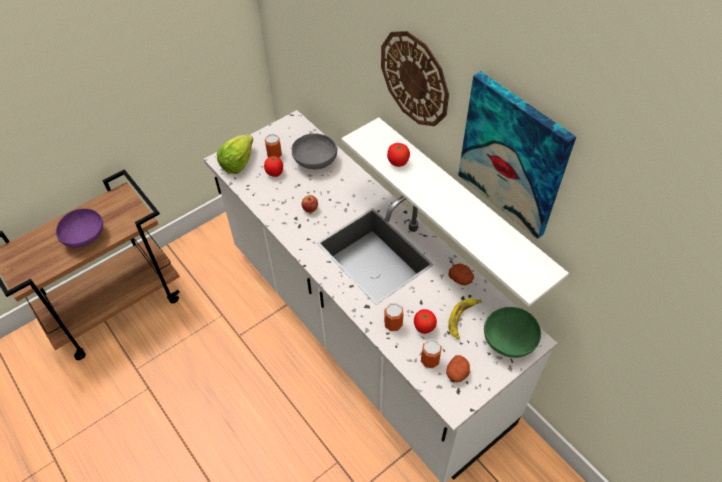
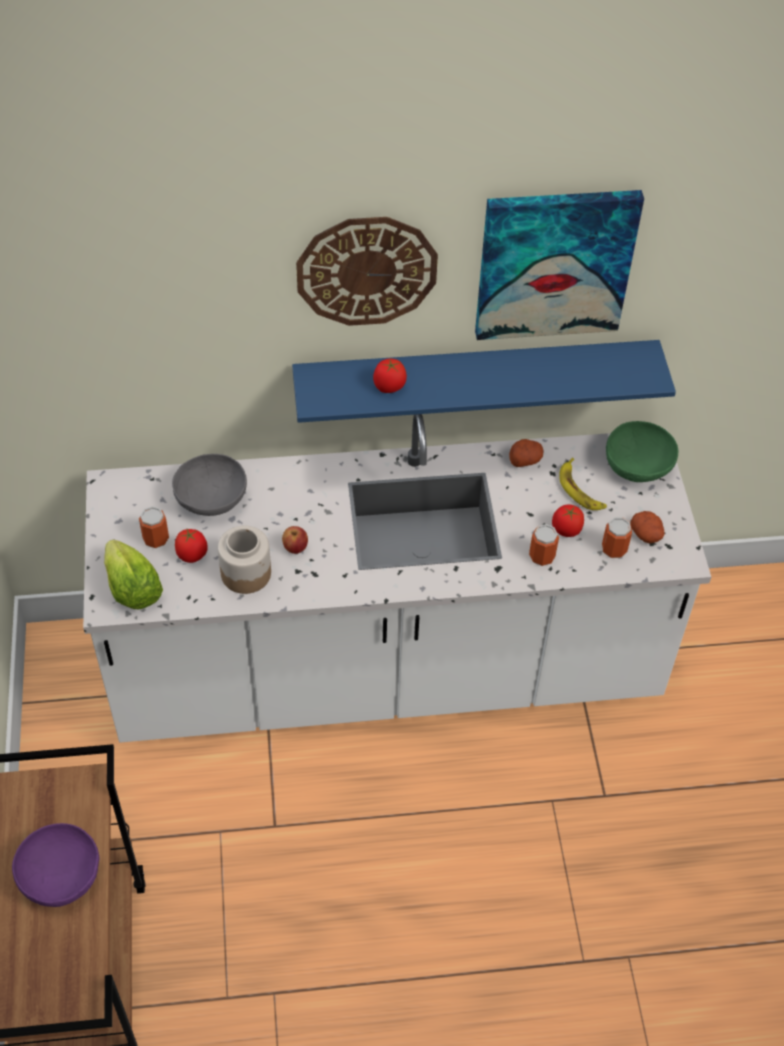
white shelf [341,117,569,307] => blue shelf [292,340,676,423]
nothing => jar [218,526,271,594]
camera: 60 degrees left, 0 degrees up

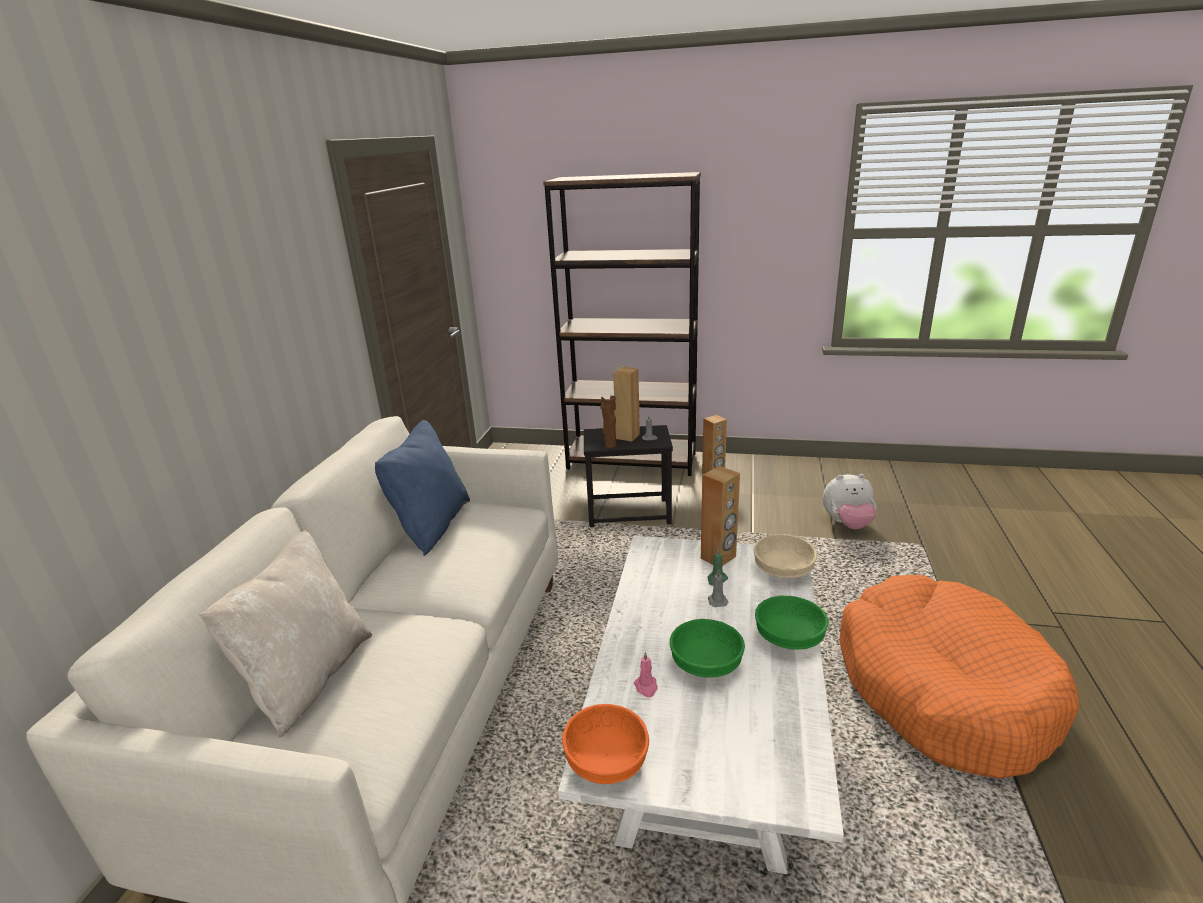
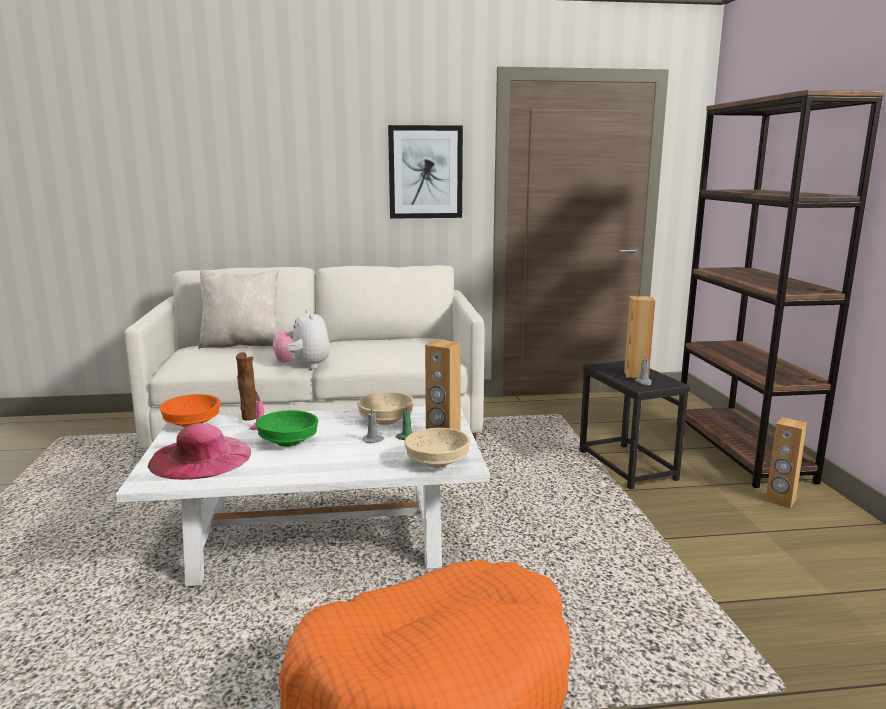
brown vase [600,395,617,448] => brown vase [236,352,258,420], move
blue pillow [375,420,470,556] => nothing
plush toy [823,474,877,529] => plush toy [273,309,330,369], move
green bowl [755,596,829,650] => nothing
nothing => picture [388,125,463,219]
nothing => beige bowl [357,392,414,425]
nothing => pink hat [148,423,251,480]
camera: 70 degrees right, 10 degrees down

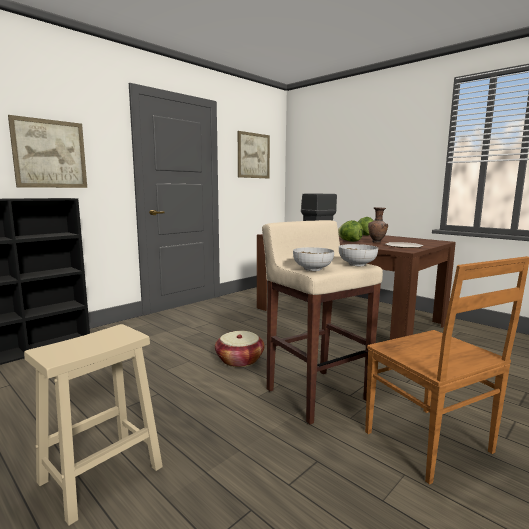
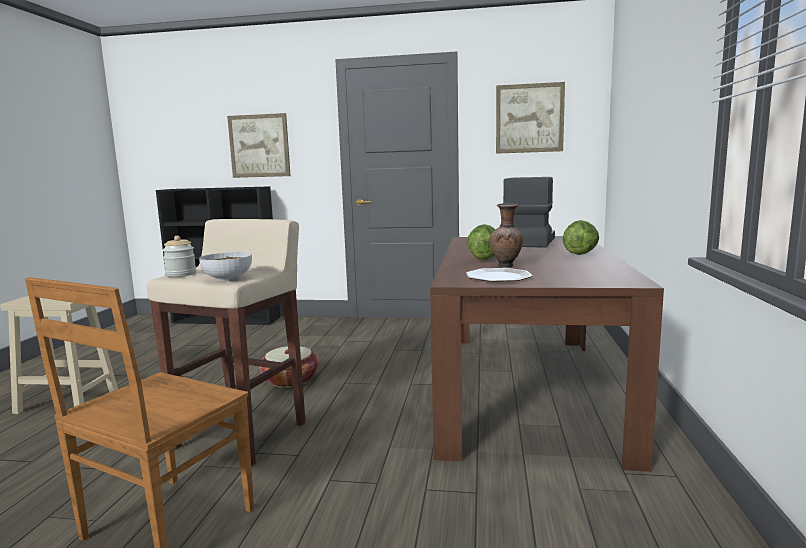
bowl [293,247,334,271] => jar [163,236,196,277]
camera: 55 degrees right, 0 degrees up

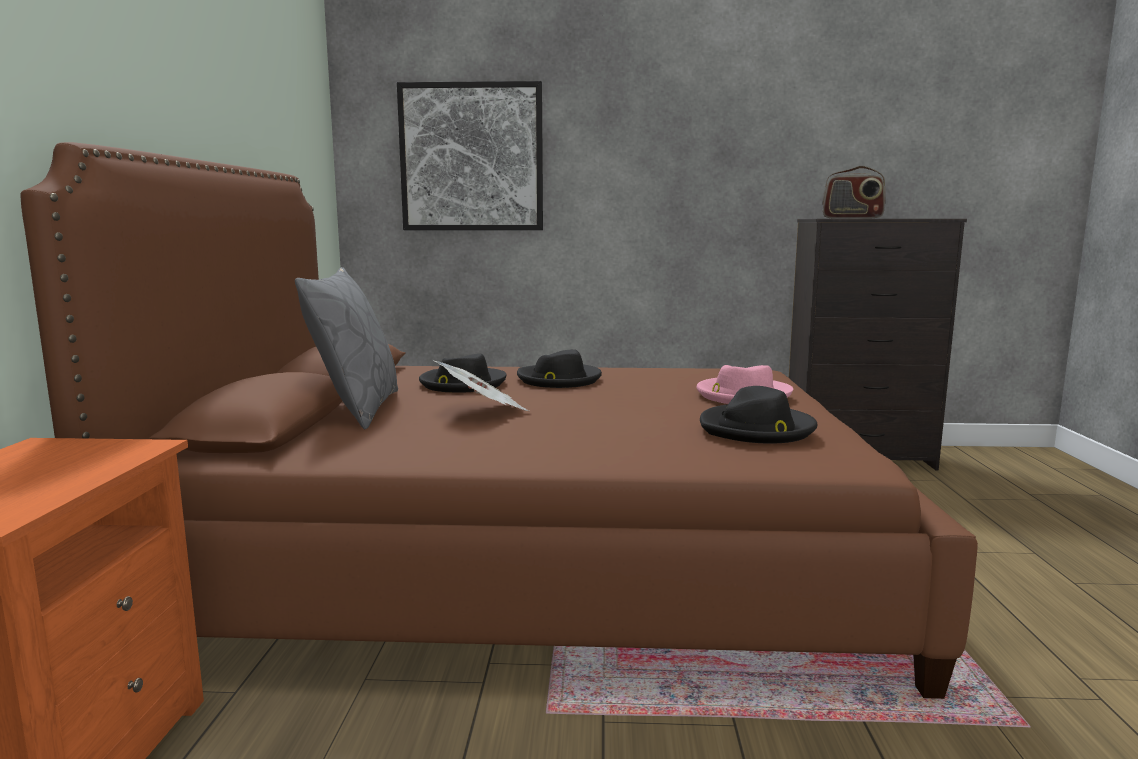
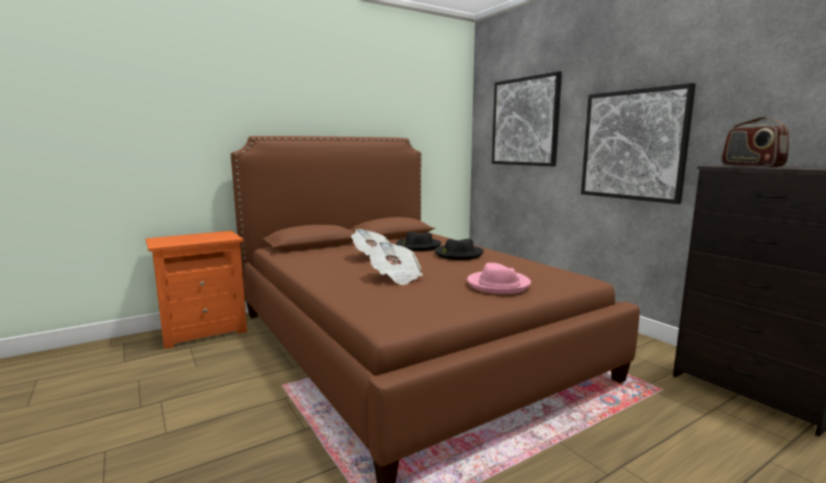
grey pillow [295,267,398,429] => nothing
black hat [700,386,817,443] => nothing
nothing => picture [581,83,696,204]
nothing => newspaper [369,242,423,285]
camera: 55 degrees right, 0 degrees up

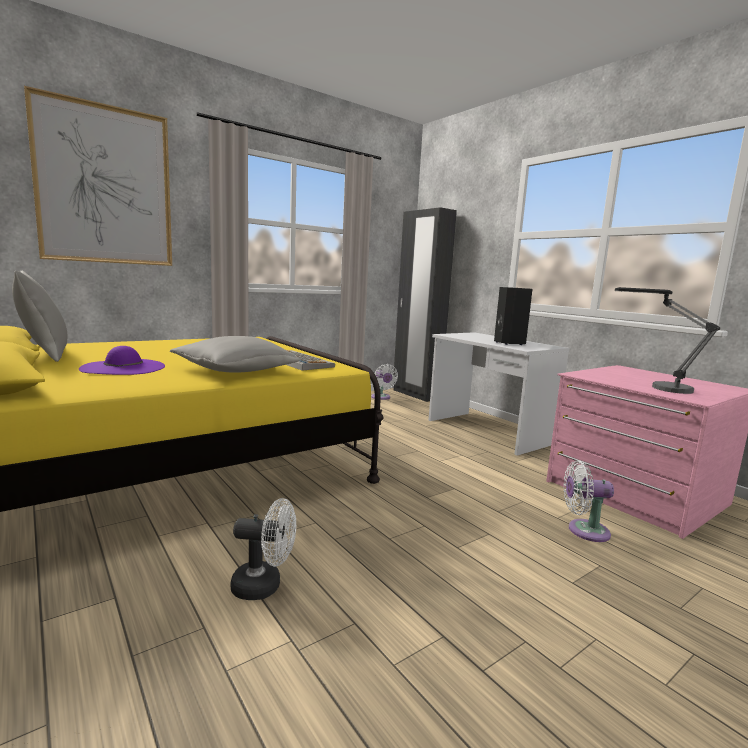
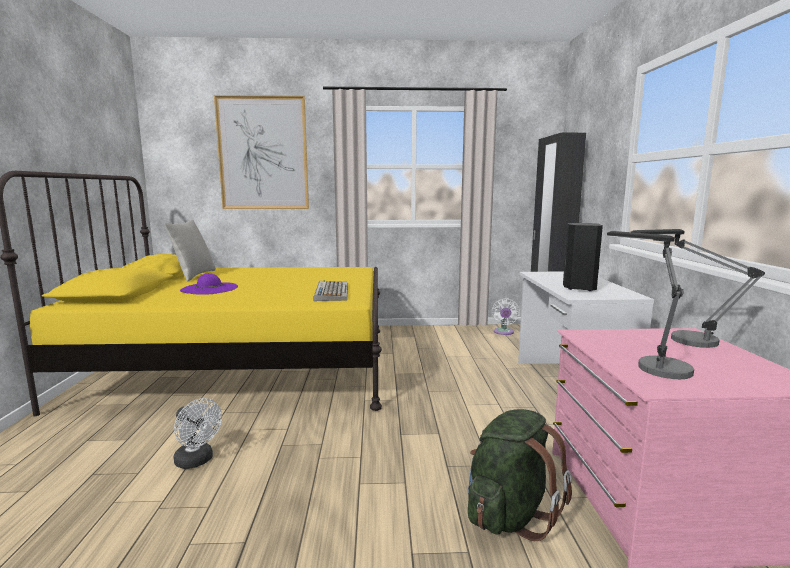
grey pillow [170,336,300,373] => nothing
white fan [563,461,614,542] => green backpack [468,409,572,541]
nothing => table lamp [631,229,765,348]
camera: 35 degrees right, 0 degrees up

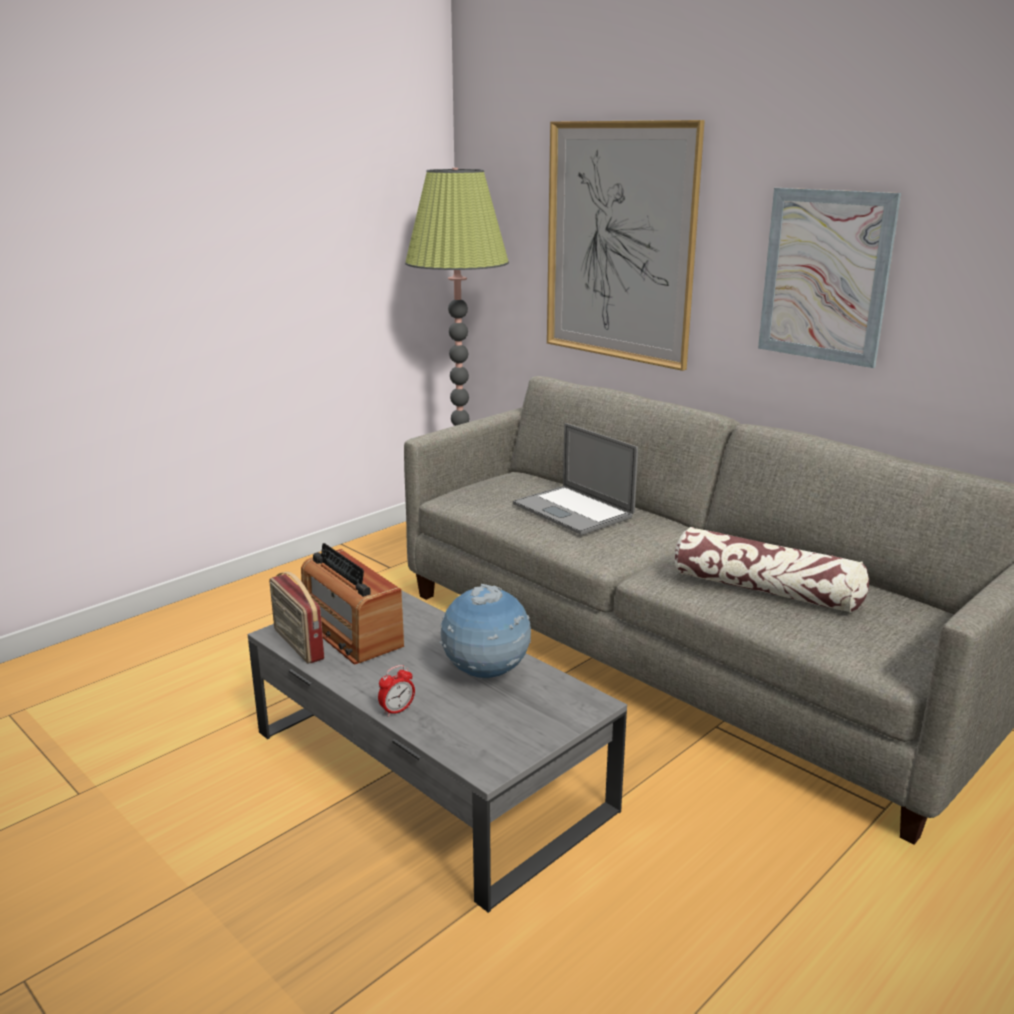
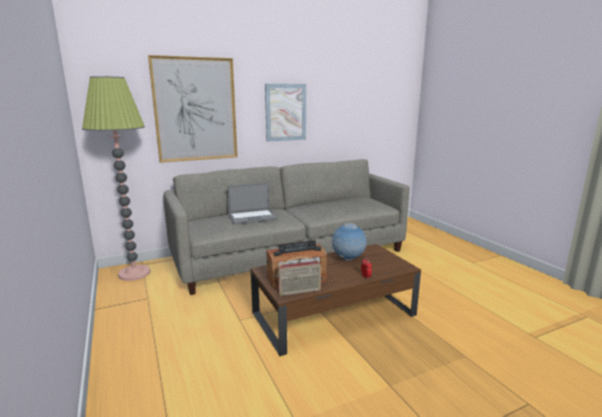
pillow [674,527,869,613] => nothing
grey coffee table [248,591,627,913] => brown coffee table [250,244,421,356]
camera: 70 degrees left, 5 degrees down

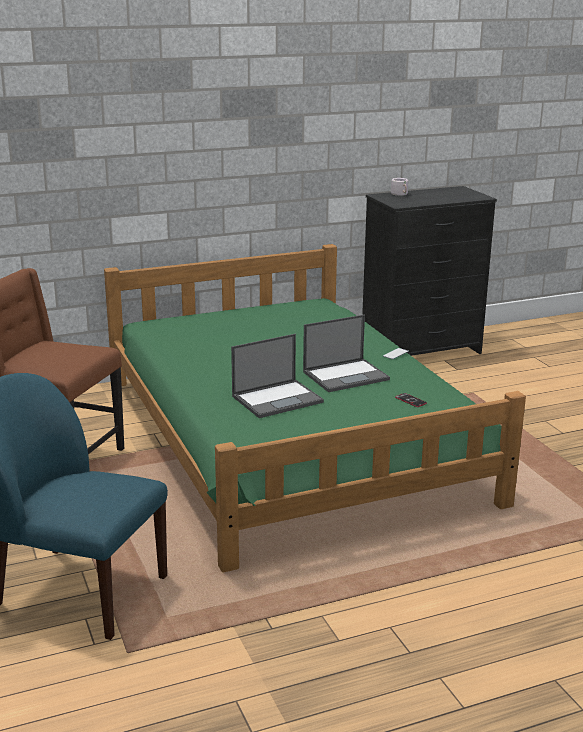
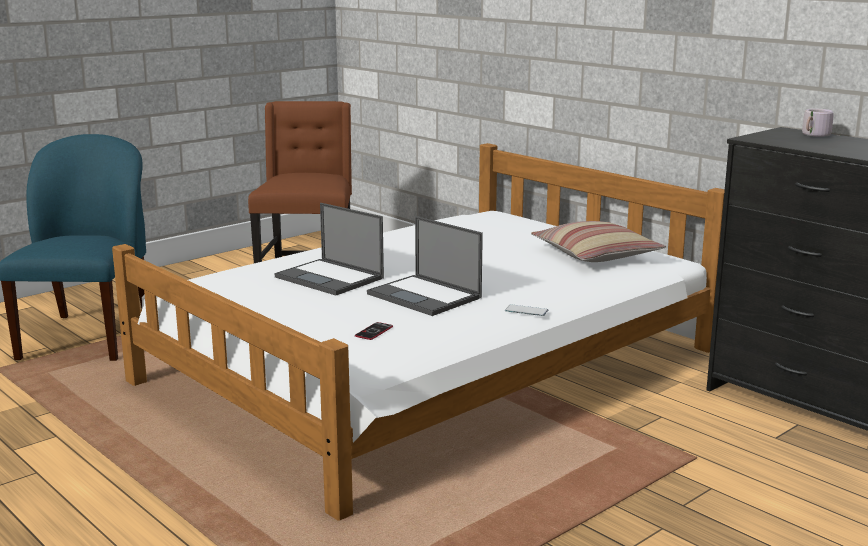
green bed [104,244,526,572] => white bed [112,143,725,521]
nothing => pillow [531,221,666,262]
camera: 70 degrees right, 5 degrees down

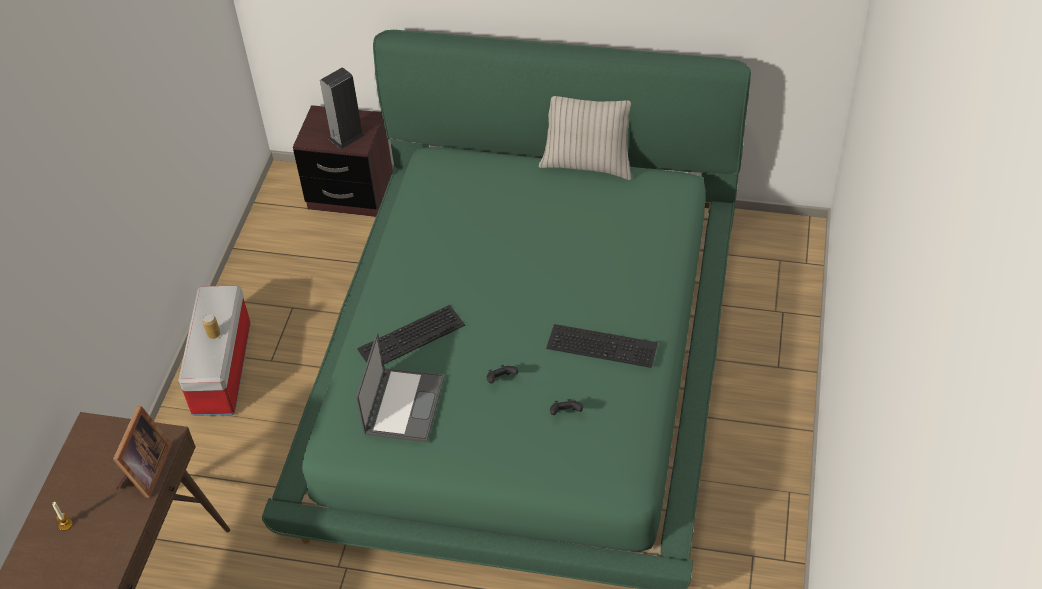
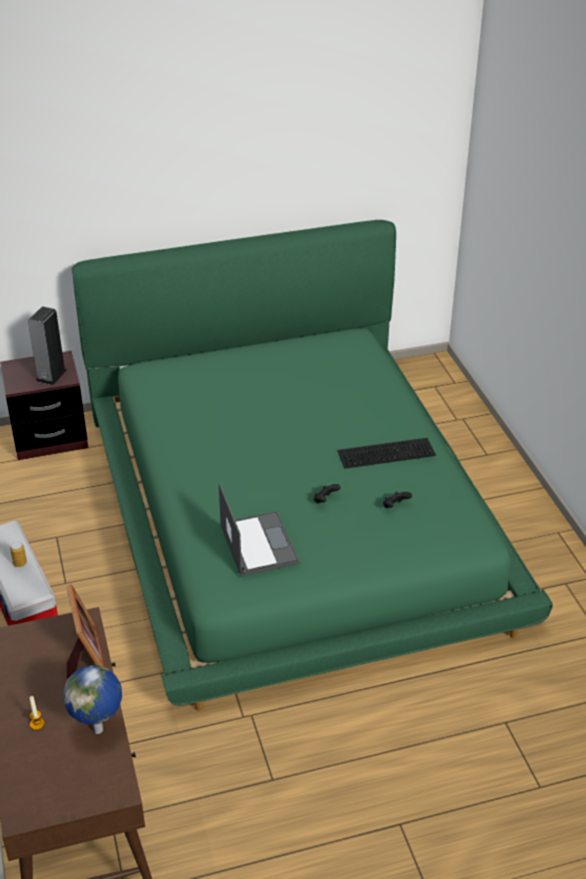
beige pillow [539,96,631,180] => nothing
keyboard [357,305,465,364] => nothing
nothing => globe [63,665,122,734]
camera: 30 degrees left, 10 degrees down

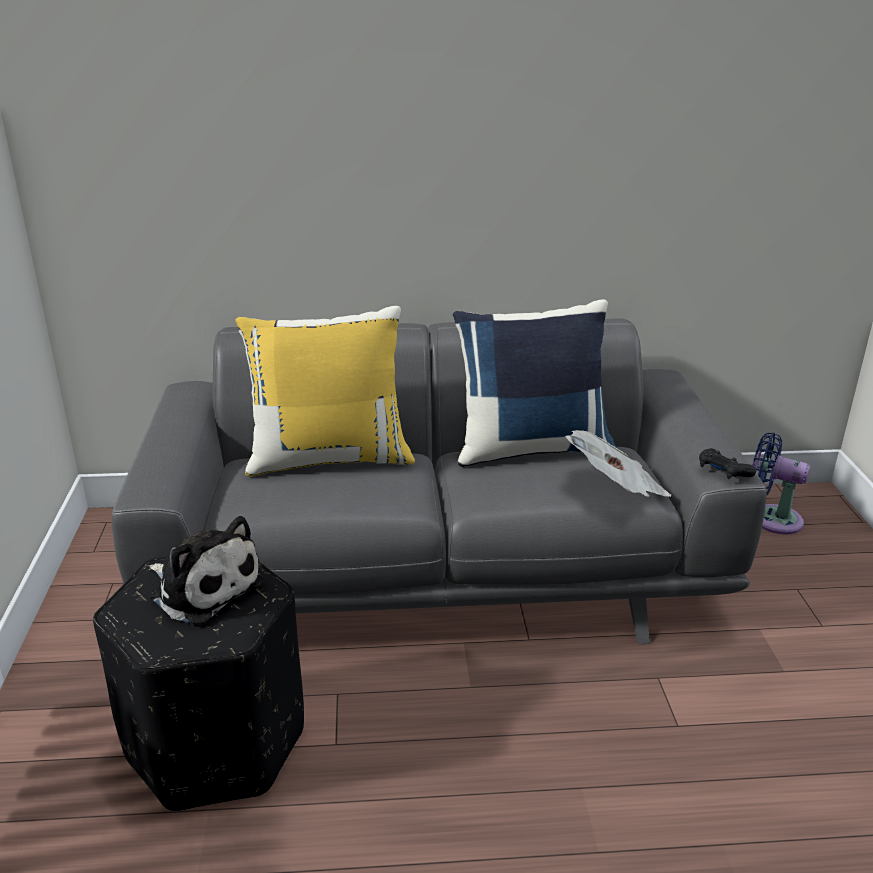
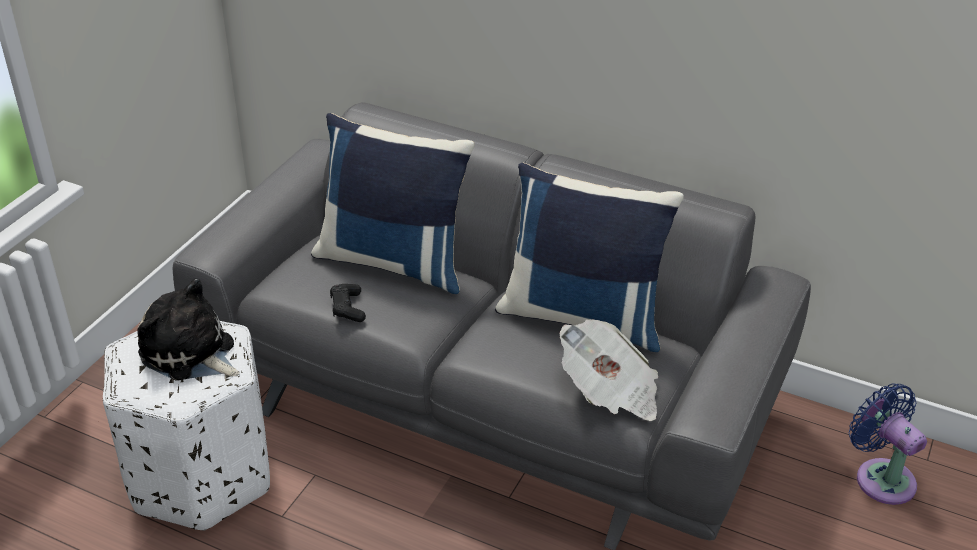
yellow pillow [235,306,415,476] => blue pillow [311,113,475,294]
black game controller [699,448,756,479] => black game controller [330,284,366,322], move
plush toy [149,516,264,625] => plush toy [137,278,240,381], 150 degrees clockwise
black ottoman [93,557,304,811] => white ottoman [103,321,270,531]
camera: 30 degrees right, 10 degrees up

